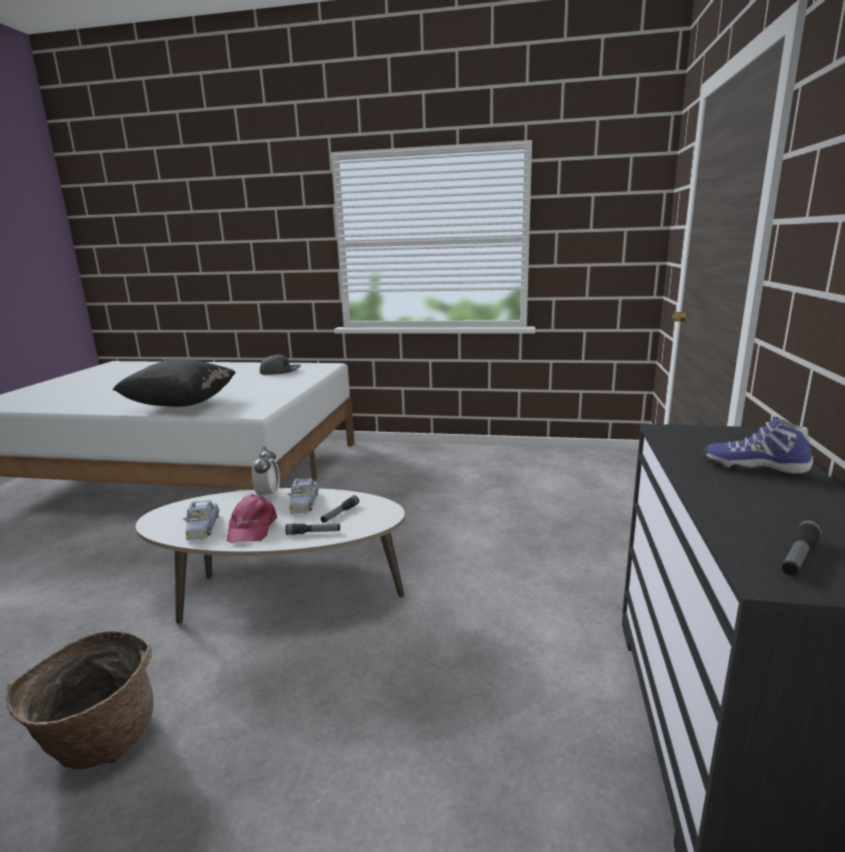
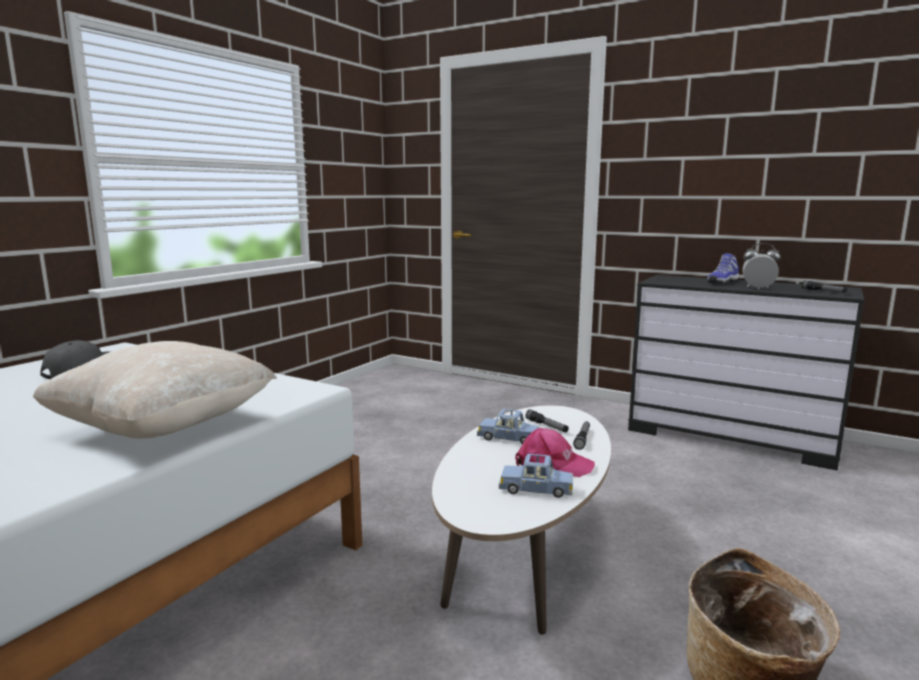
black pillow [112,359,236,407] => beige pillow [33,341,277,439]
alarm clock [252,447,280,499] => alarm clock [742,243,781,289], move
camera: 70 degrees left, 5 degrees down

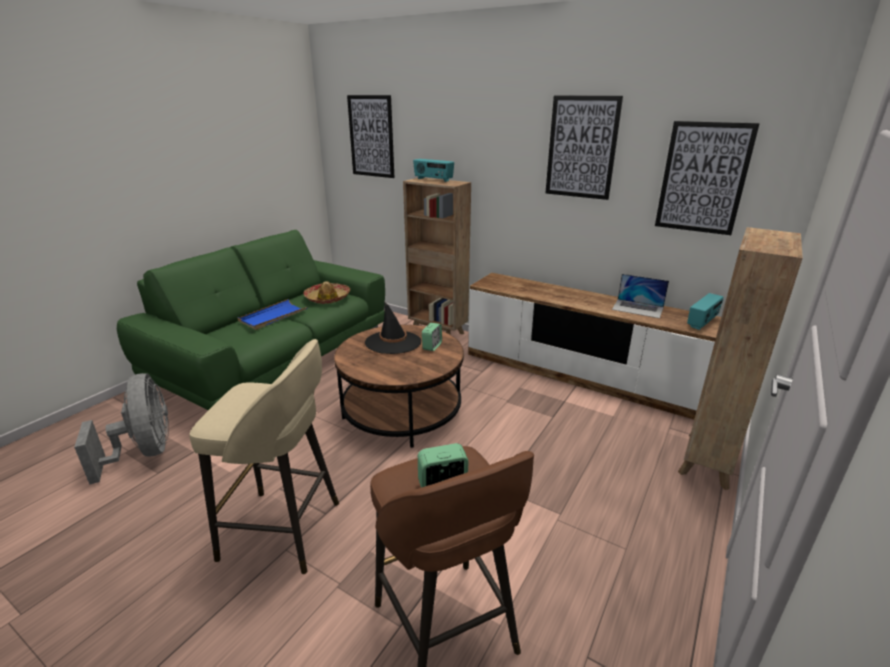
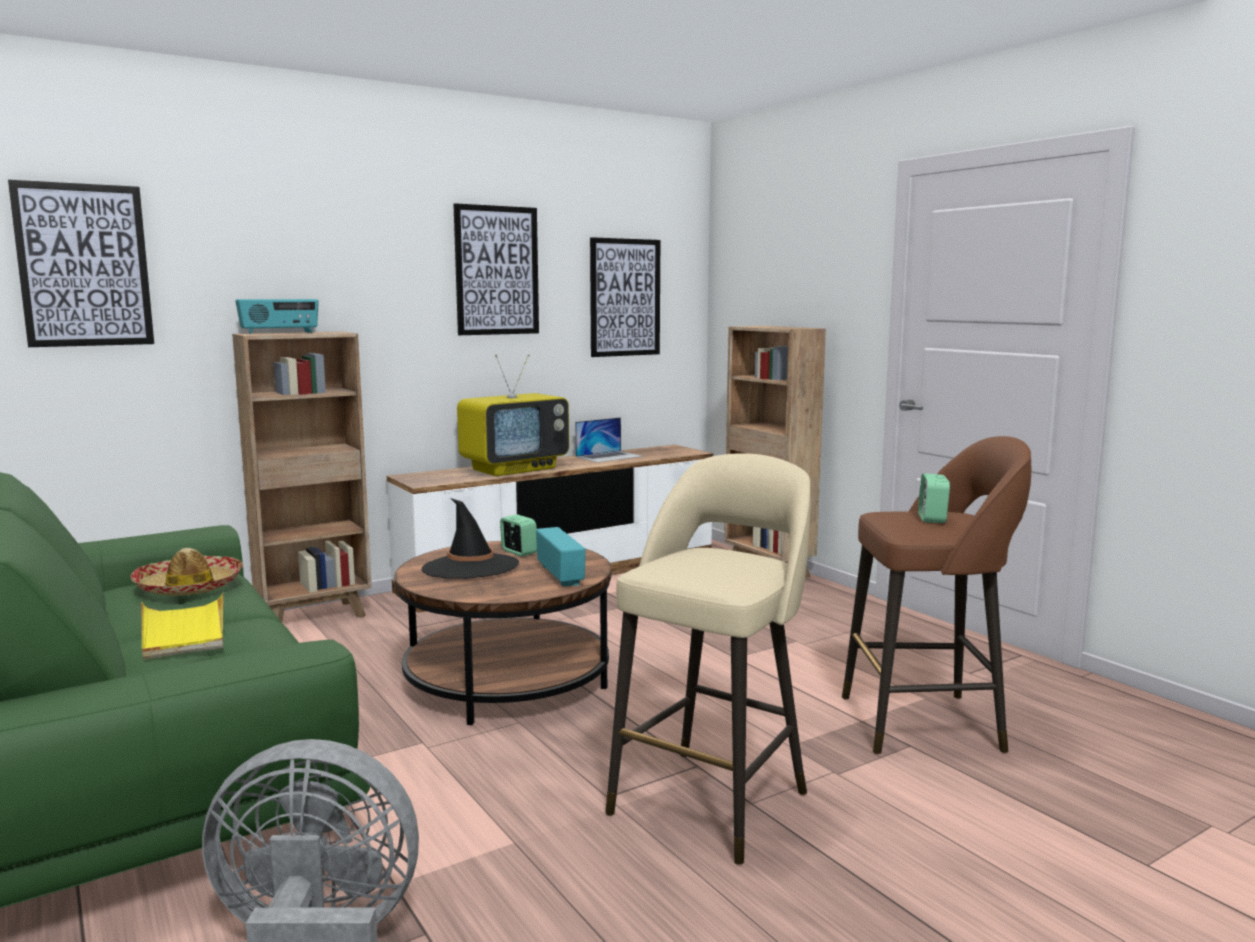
radio [687,293,724,330] => radio [536,527,586,586], move
blue tray [238,299,308,330] => yellow tray [141,592,223,660]
nothing => television [457,354,569,476]
camera: 65 degrees left, 15 degrees down

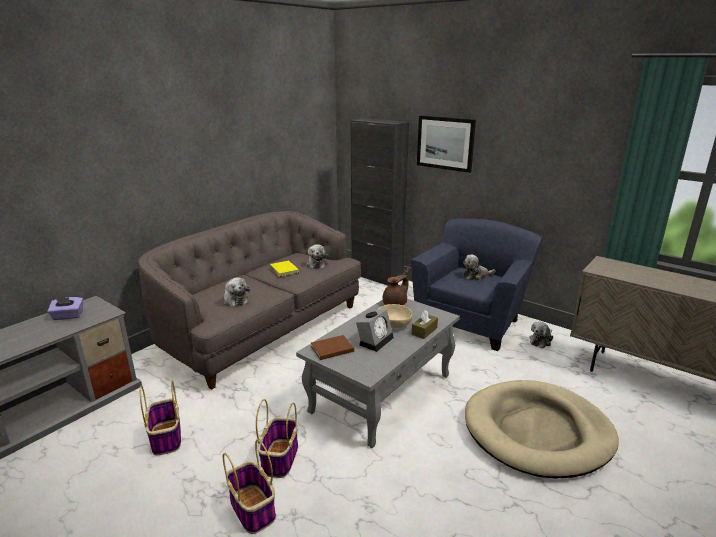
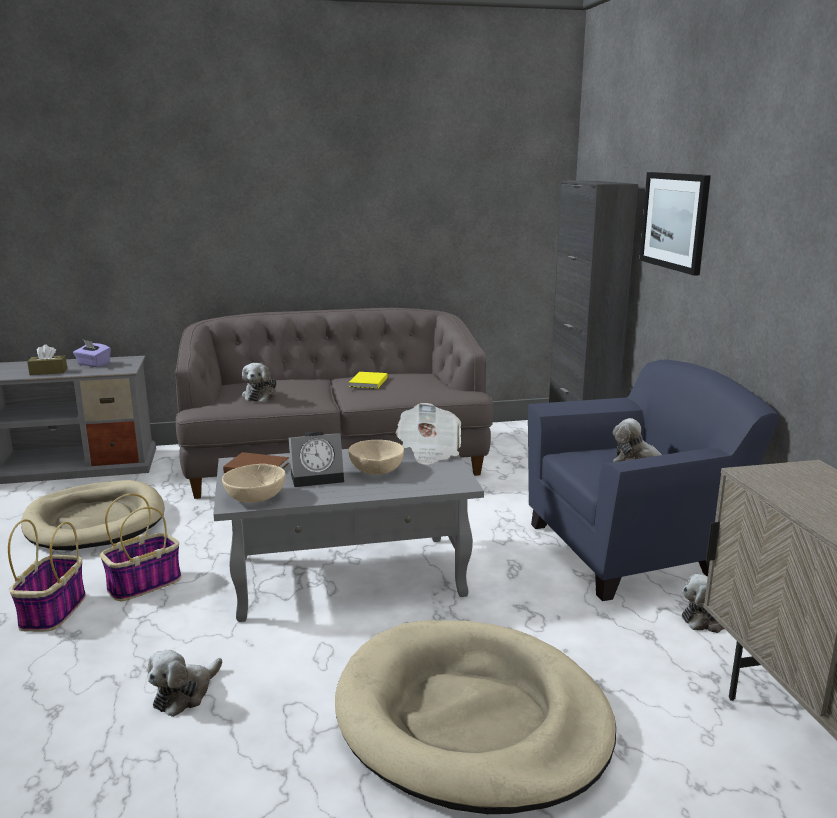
plush toy [306,244,329,269] => plush toy [147,650,222,717], move
brown teapot [383,268,409,305] => newspaper [396,403,461,465]
brown tissue box [412,310,438,339] => brown tissue box [27,345,67,375], move
basket [140,380,181,455] => beige dog bed [21,480,165,551]
nothing => beige bowl [222,464,286,503]
camera: 40 degrees right, 5 degrees down

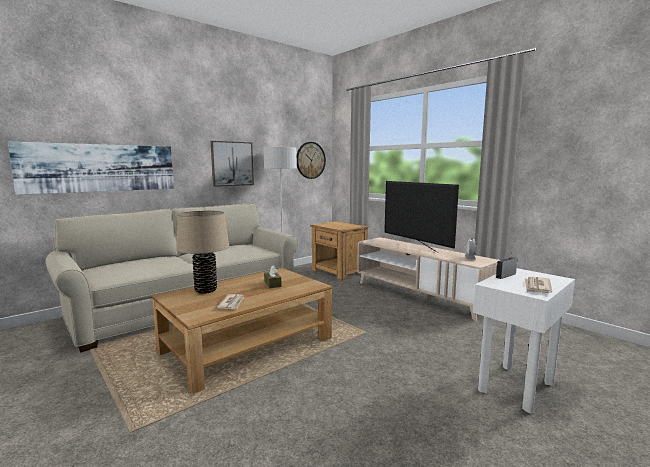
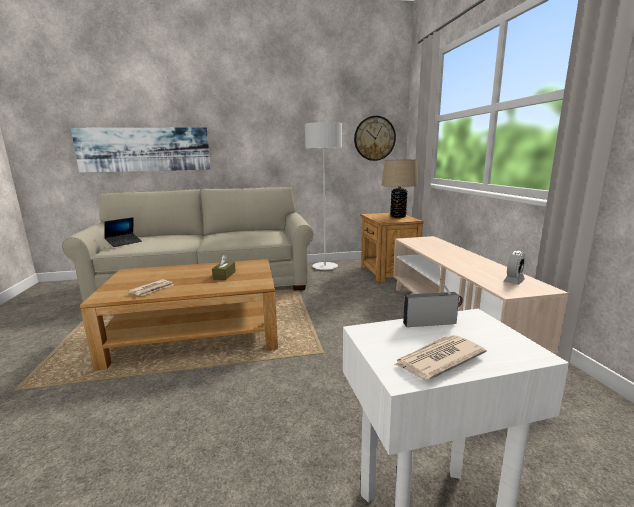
picture [211,141,254,187] => nothing
television [384,181,459,253] => nothing
beige table lamp [177,211,229,294] => beige table lamp [382,159,418,218], move
nothing => laptop [104,217,142,247]
camera: 30 degrees right, 5 degrees up

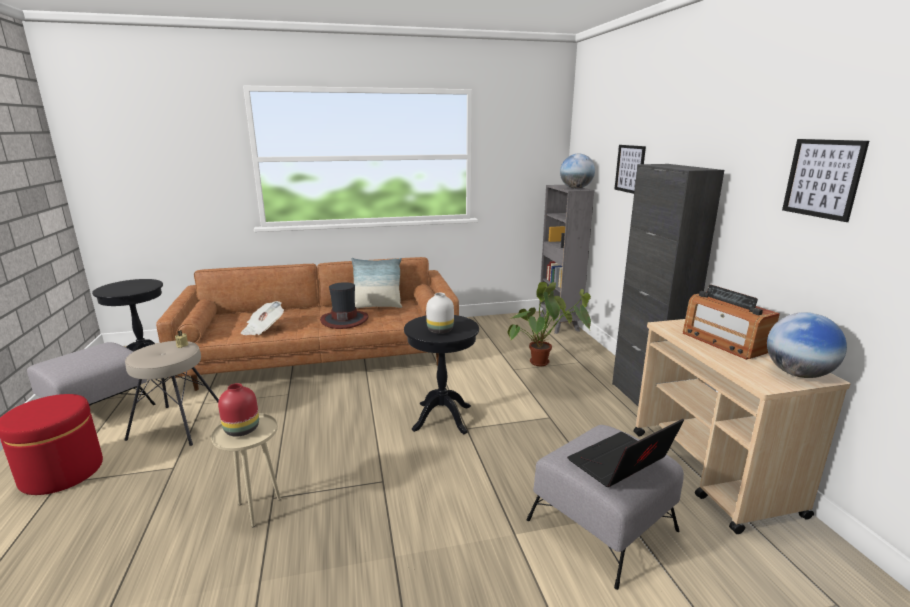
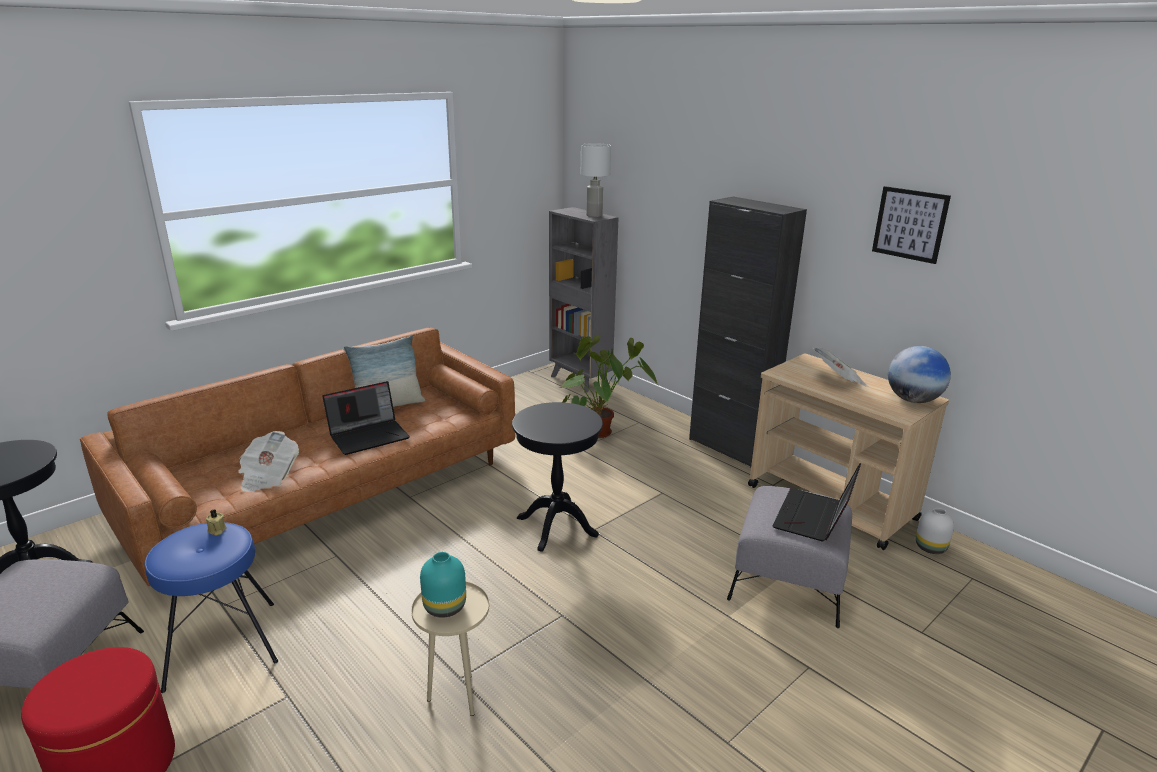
picture [614,145,646,194] => nothing
globe [560,154,595,189] => white table lamp [581,143,611,217]
hat [320,282,369,329] => laptop [322,381,410,455]
radio [683,284,780,360] => newspaper [812,347,869,387]
white vase [426,293,454,334] => white vase [916,508,954,554], move
beige stool [124,341,219,446] => blue stool [145,522,278,693]
red vase [218,383,259,437] => turquoise vase [420,552,466,618]
camera: 30 degrees left, 5 degrees up

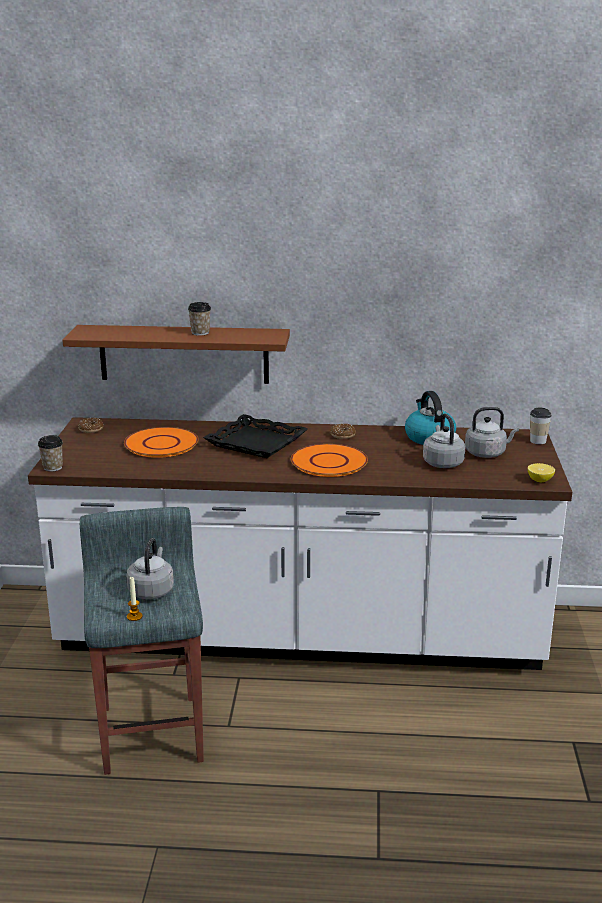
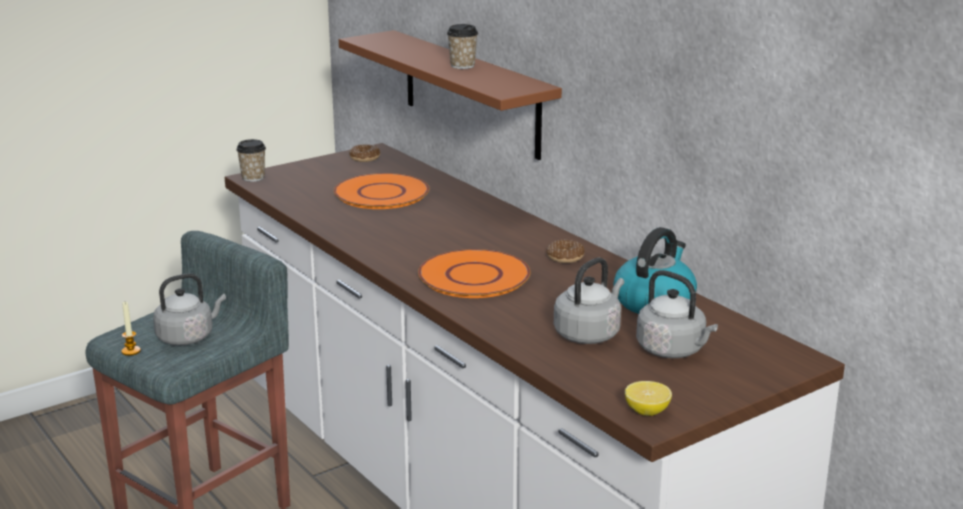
cup [530,408,552,444] => nothing
black tray [203,414,308,458] => nothing
camera: 50 degrees right, 0 degrees up

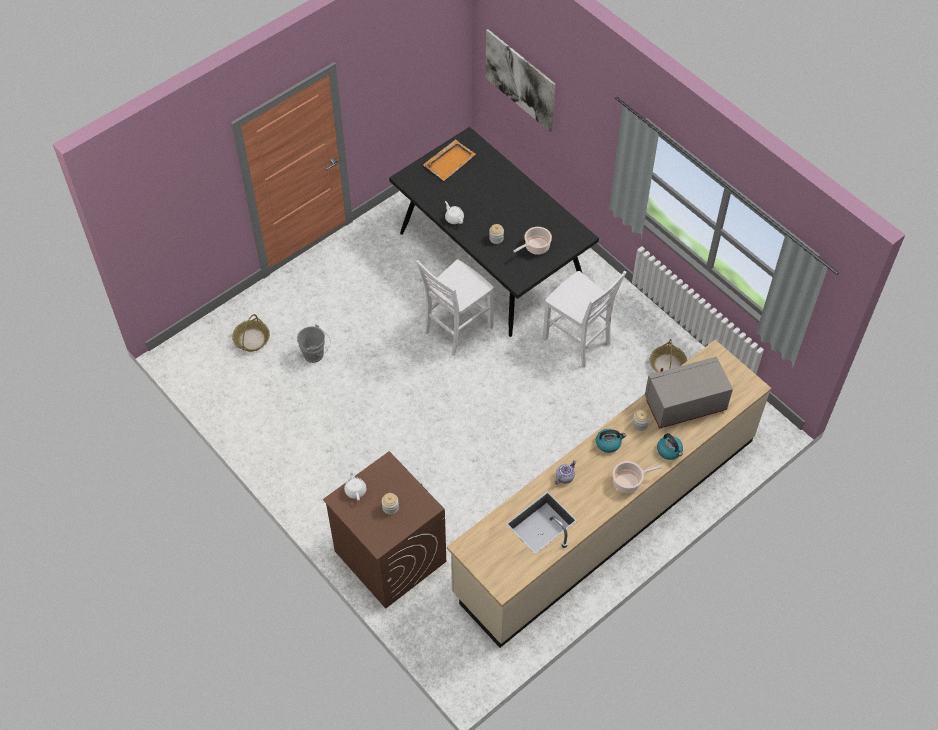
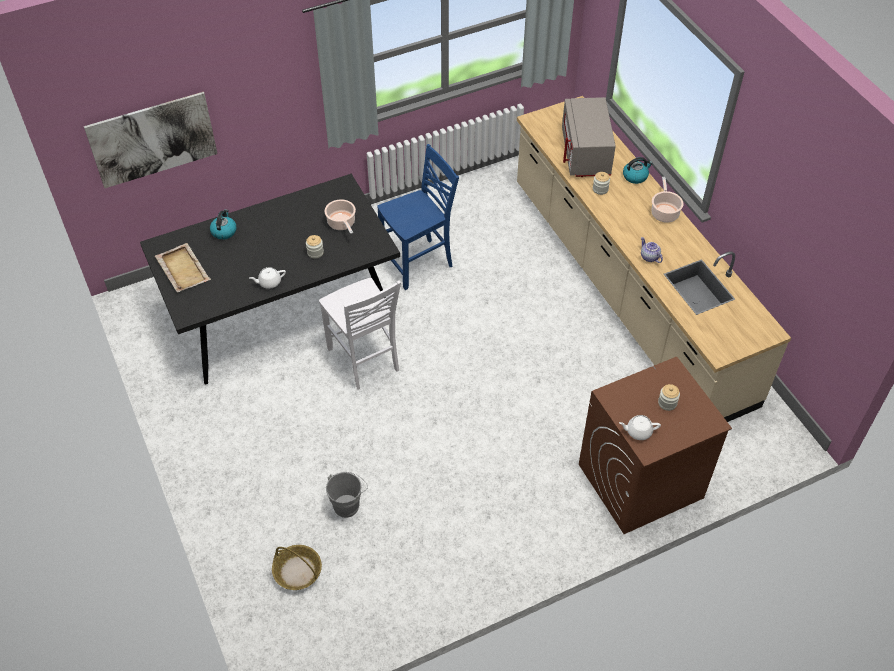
orange tray [423,139,476,181] => beige tray [155,243,211,293]
white chair [543,271,626,368] => blue chair [377,144,459,290]
basket [650,339,688,372] => nothing
kettle [596,429,626,453] => kettle [210,209,237,240], move
camera: 75 degrees left, 5 degrees down

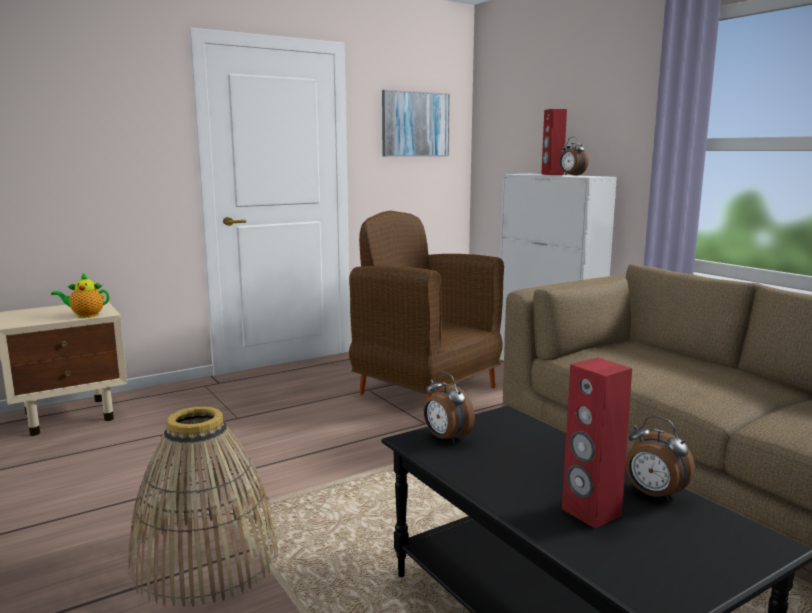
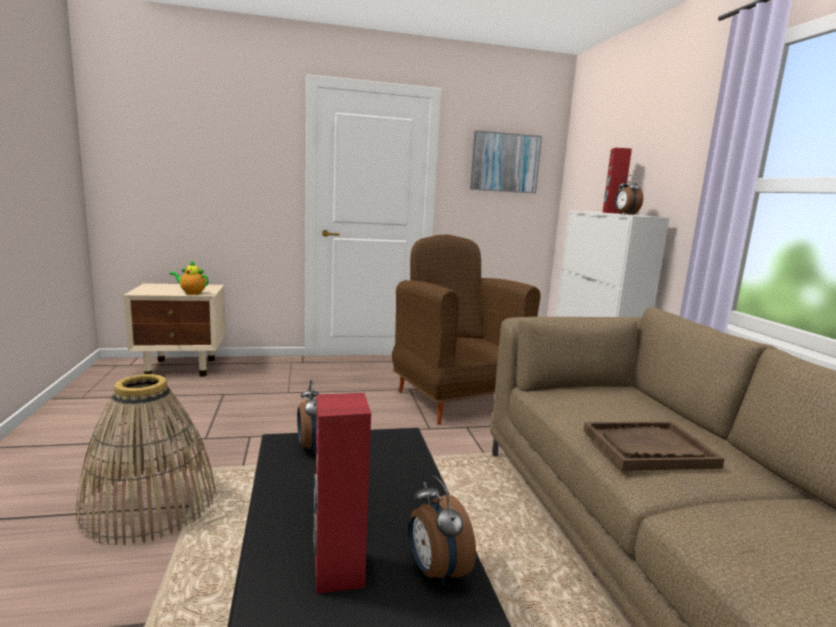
nothing => brown tray [583,422,725,471]
camera: 20 degrees right, 0 degrees up

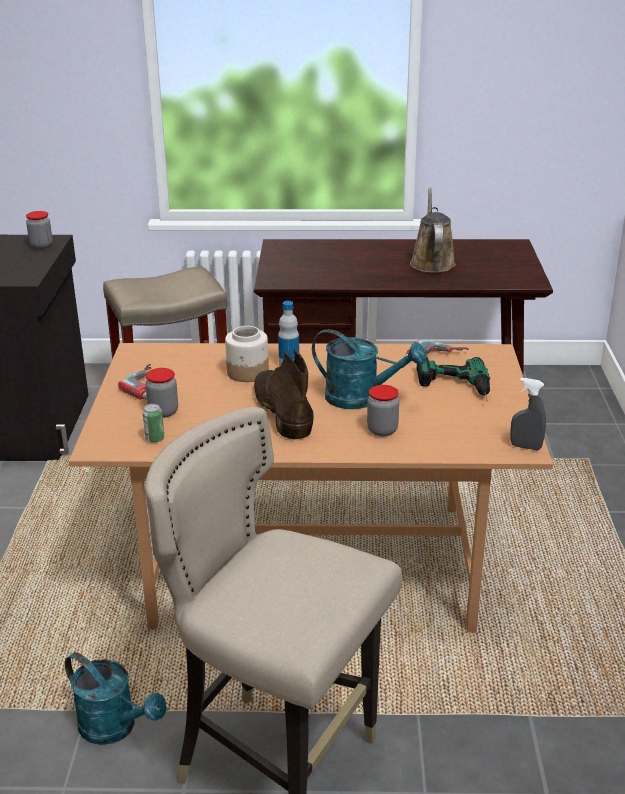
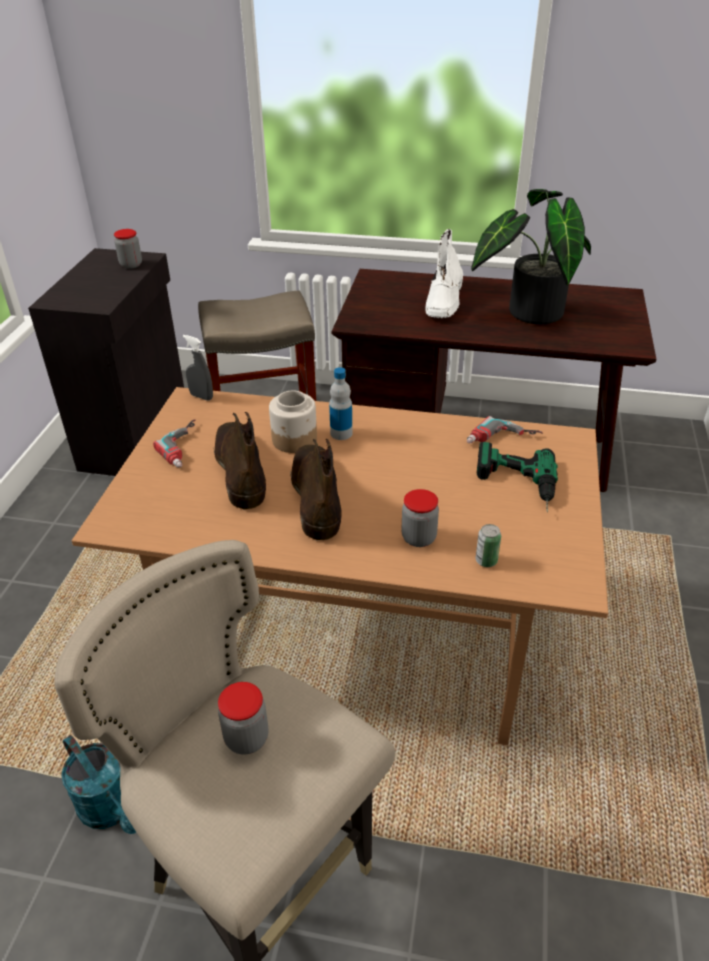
brown watering can [410,188,456,273] => potted plant [471,189,591,324]
turquoise watering can [312,329,426,409] => nothing
jar [146,368,178,418] => jar [218,682,269,755], move
grey spray bottle [510,378,546,450] => grey spray bottle [183,335,213,401], move
can [143,404,164,443] => can [476,524,501,567], move
nothing => white boot [425,229,463,318]
nothing => brown boot [214,412,266,510]
camera: 10 degrees right, 10 degrees up

